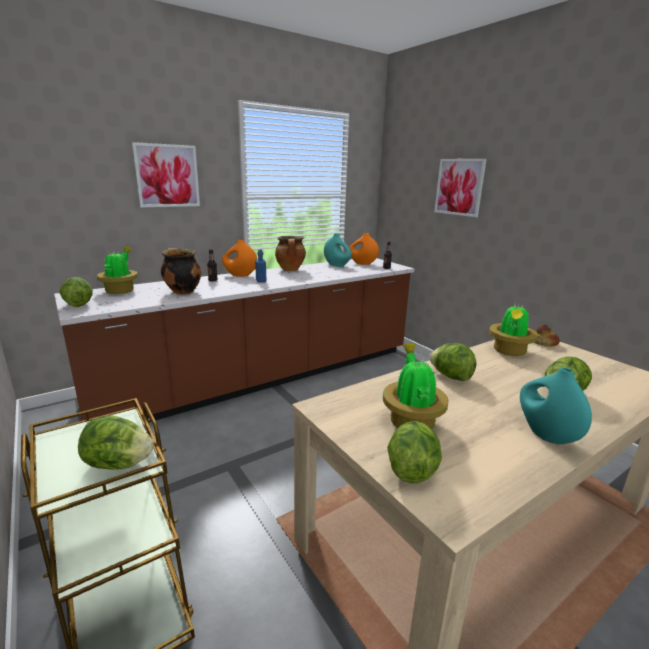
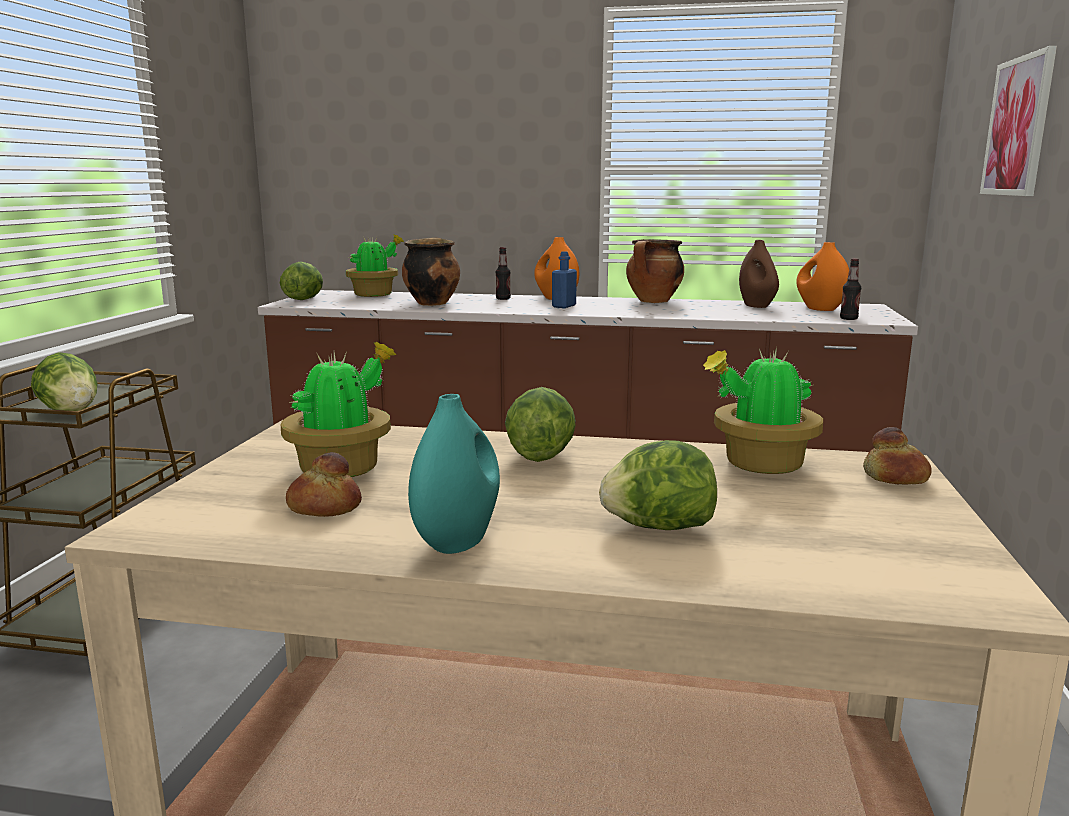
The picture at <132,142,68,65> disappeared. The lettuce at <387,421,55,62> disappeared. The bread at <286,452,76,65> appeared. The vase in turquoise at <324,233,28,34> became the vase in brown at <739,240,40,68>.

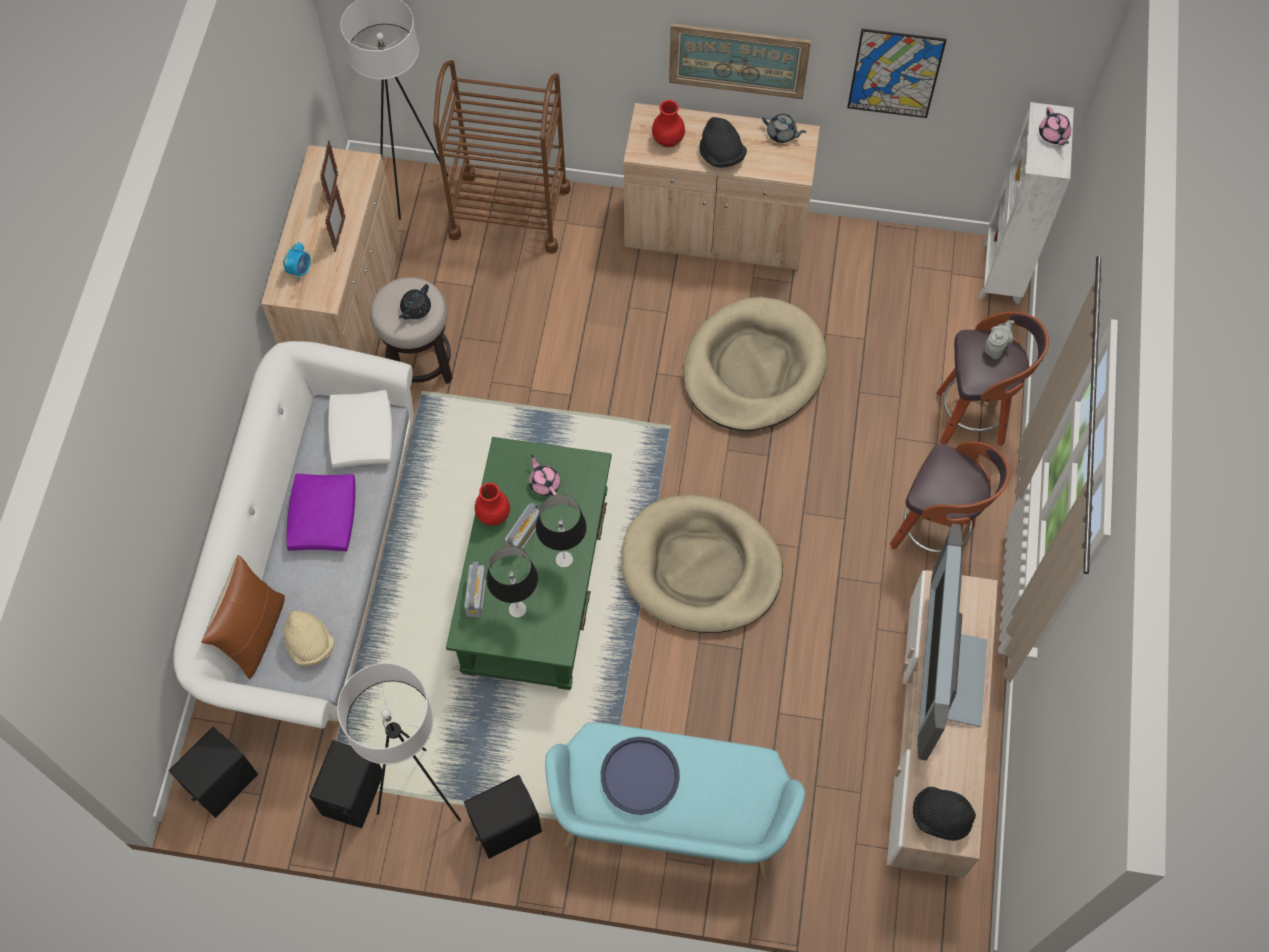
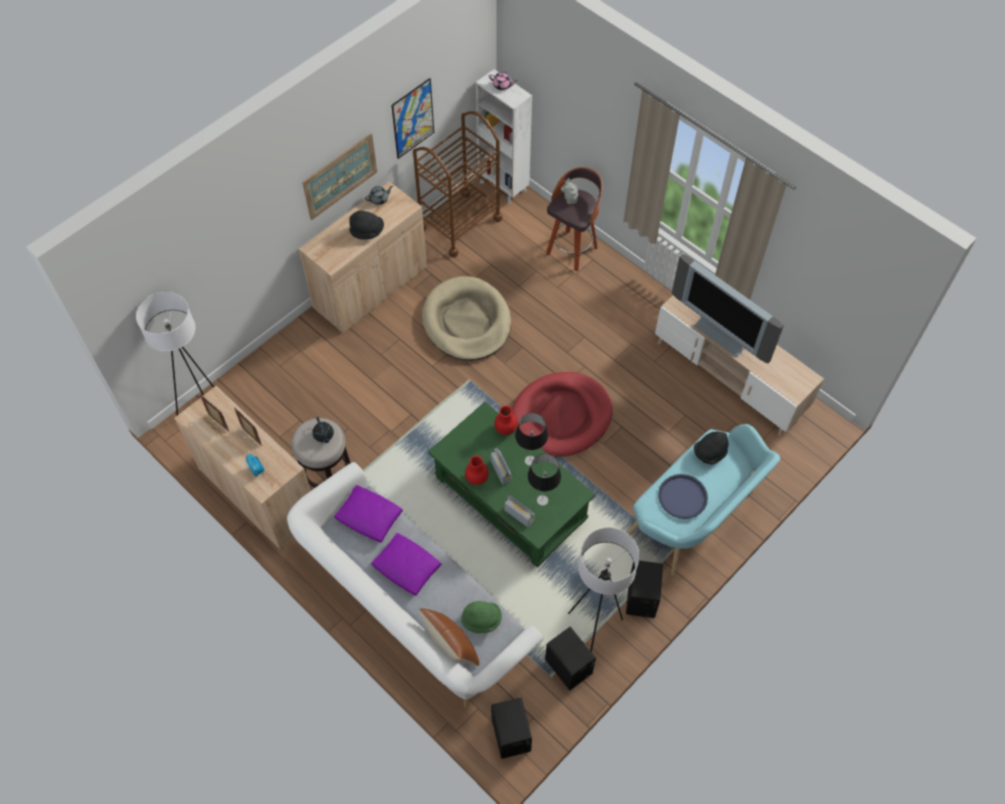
The teapot in pink at <529,454,32,42> disappeared. The stool at <890,441,120,112> disappeared. The cart in brown moved from <433,60,138,193> to <413,111,89,147>. The vase in red moved from <652,100,33,47> to <494,406,23,29>. The hat in black moved from <913,787,63,54> to <694,432,34,32>. The hat in beige at <284,611,50,55> became the hat in green at <461,601,41,33>. The pillow in white at <328,390,65,78> became the pillow in purple at <334,485,69,58>. The dog bed in beige at <621,495,162,138> became the dog bed in red at <512,372,101,85>.

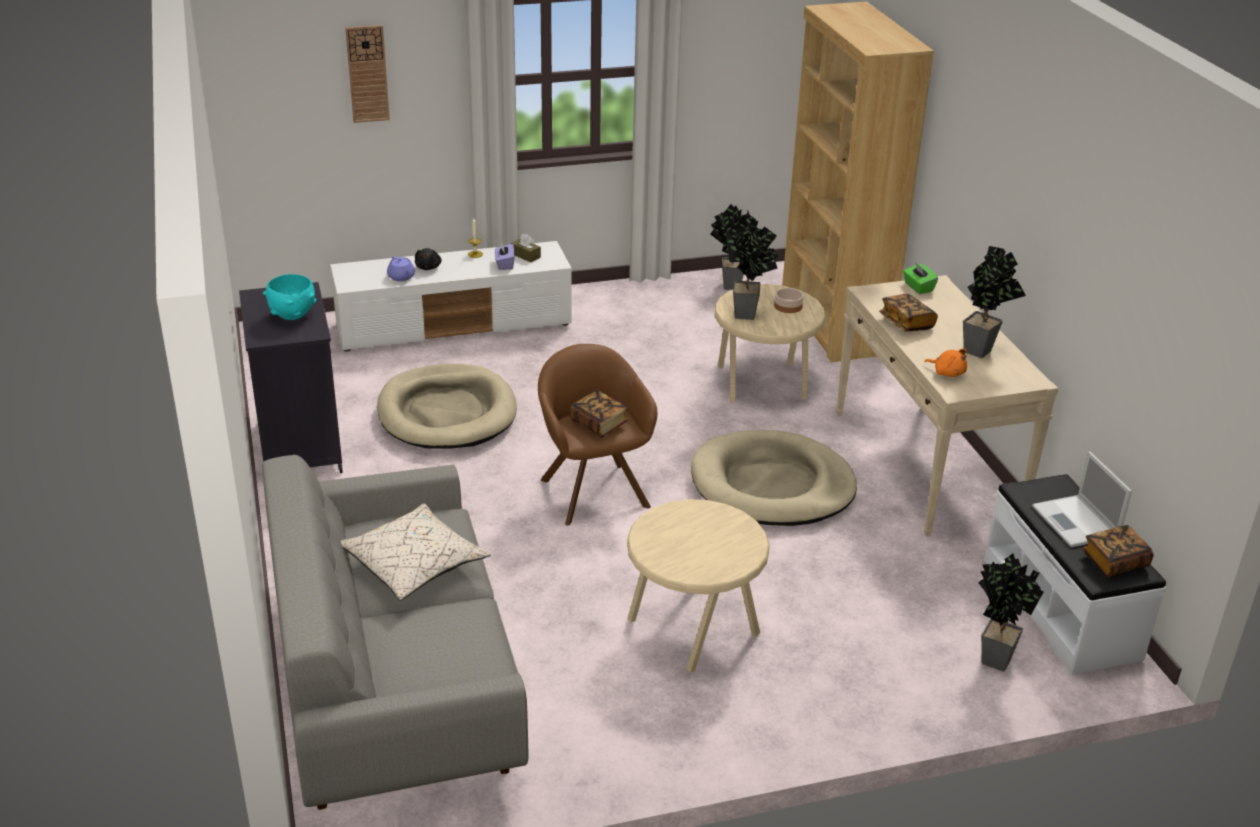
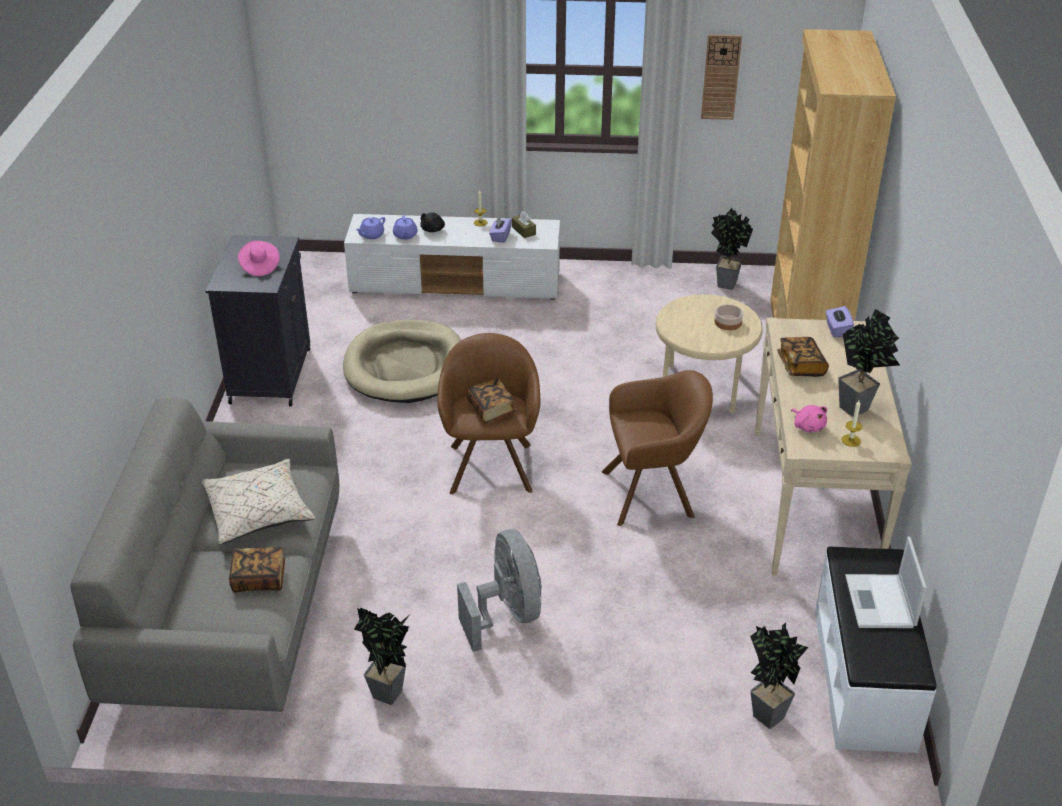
The teapot in purple at <356,217,29,22> appeared. The candle at <841,401,21,46> appeared. The wall clock moved from <345,25,45,98> to <701,35,41,85>. The potted plant moved from <725,226,53,94> to <354,608,55,97>. The book moved from <1082,525,72,53> to <229,547,56,46>. The bowl in turquoise at <263,274,54,46> was replaced by the hat in pink at <238,241,42,35>. The side table in beige at <627,499,143,173> was replaced by the fan in grey at <457,529,85,123>. The dog bed in beige at <691,430,166,96> was replaced by the armchair in brown at <602,370,111,156>. The tissue box in green at <903,263,35,31> became the tissue box in purple at <826,306,28,31>. The plush toy in orange at <925,349,42,28> became the plush toy in pink at <791,405,36,27>.

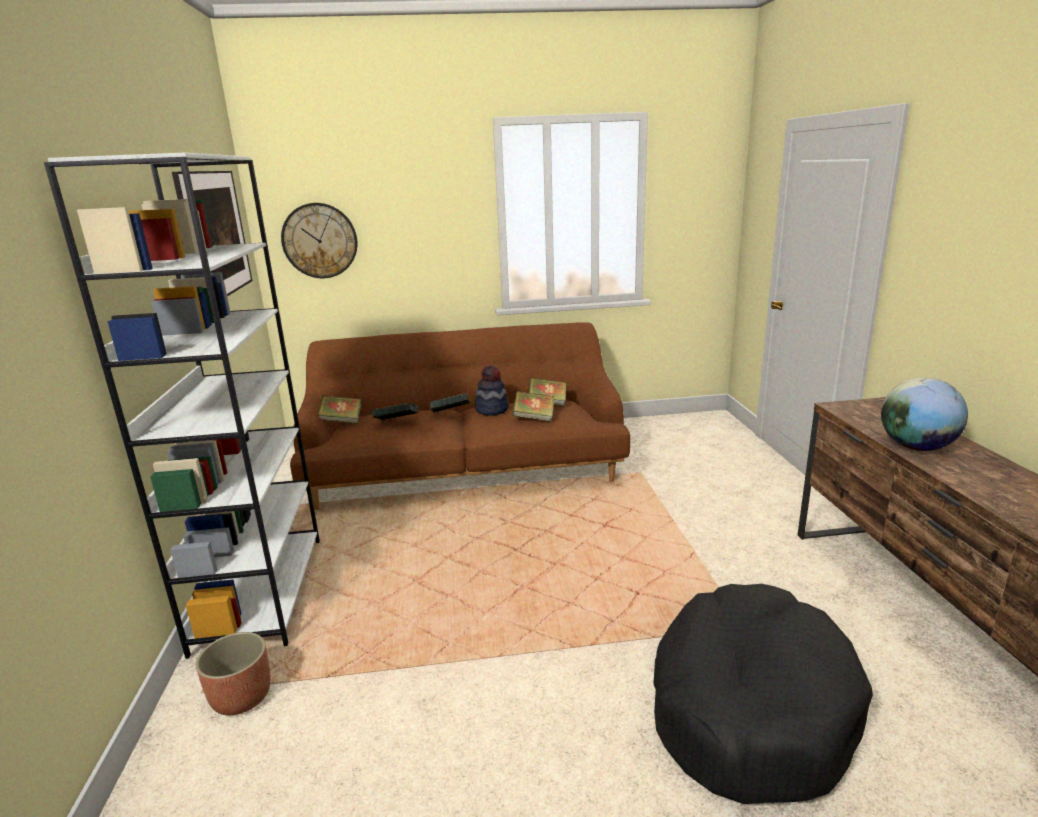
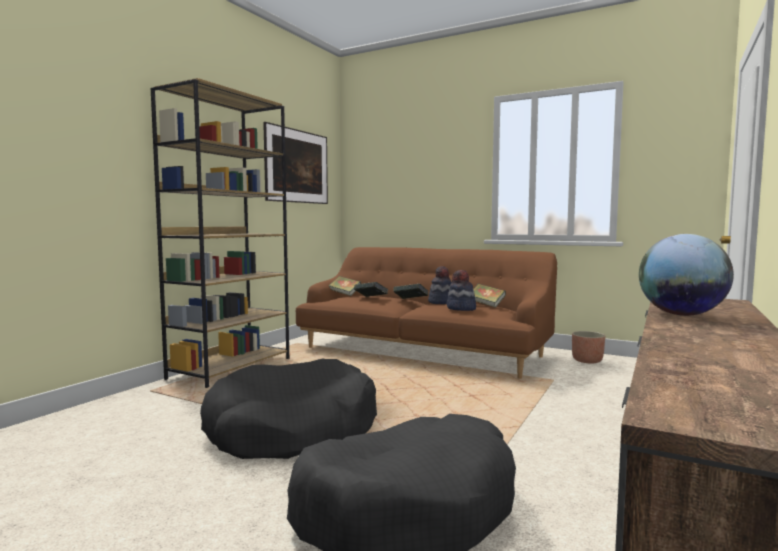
The wall clock at <281,203,76,75> disappeared. The dog bed in black at <200,359,177,100> appeared. The planter moved from <196,632,75,83> to <572,331,33,33>. The book at <512,391,42,30> was replaced by the hat at <447,270,29,41>. The bookcase in white at <44,153,276,506> became the bookcase in brown at <151,78,138,310>.

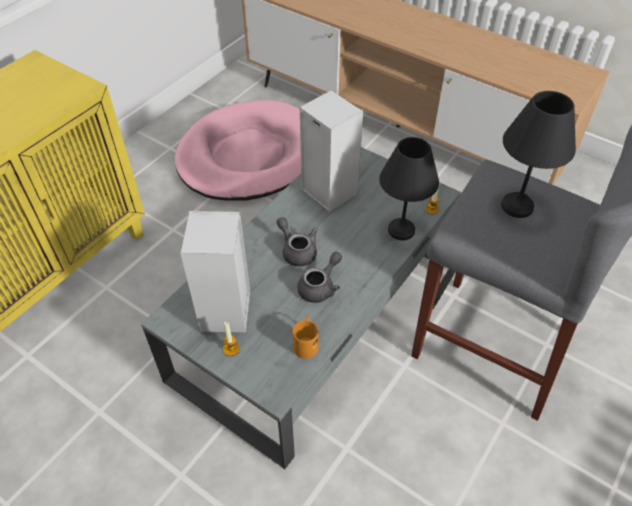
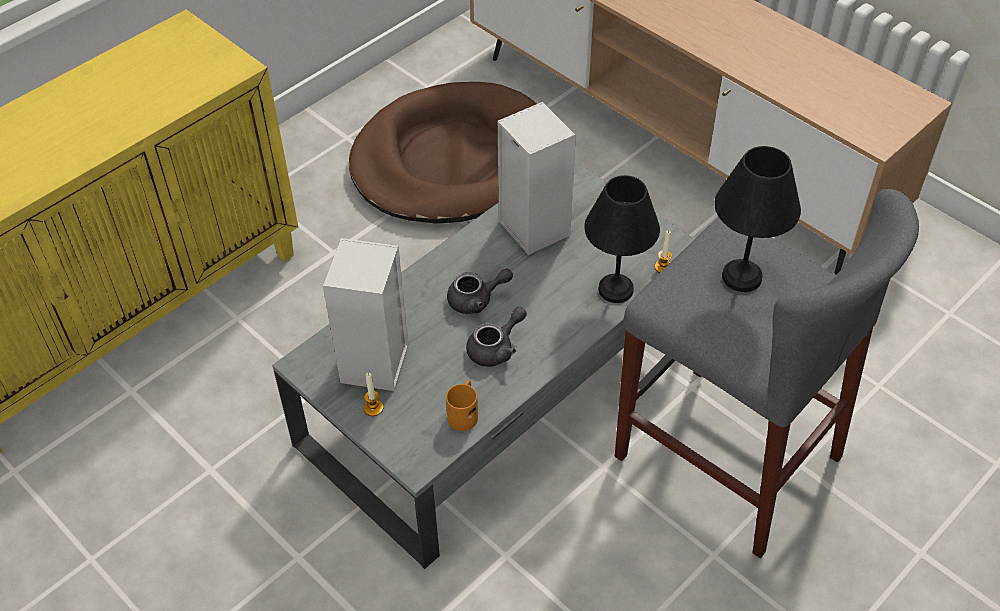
The dog bed in pink at <175,100,126,101> became the dog bed in brown at <349,82,188,142>. The teapot in grey at <277,217,40,49> turned 105 degrees clockwise.

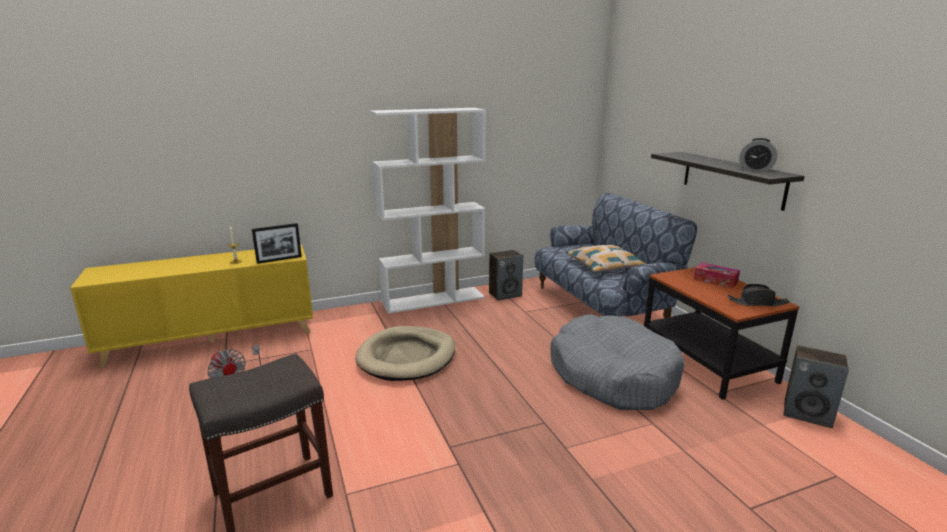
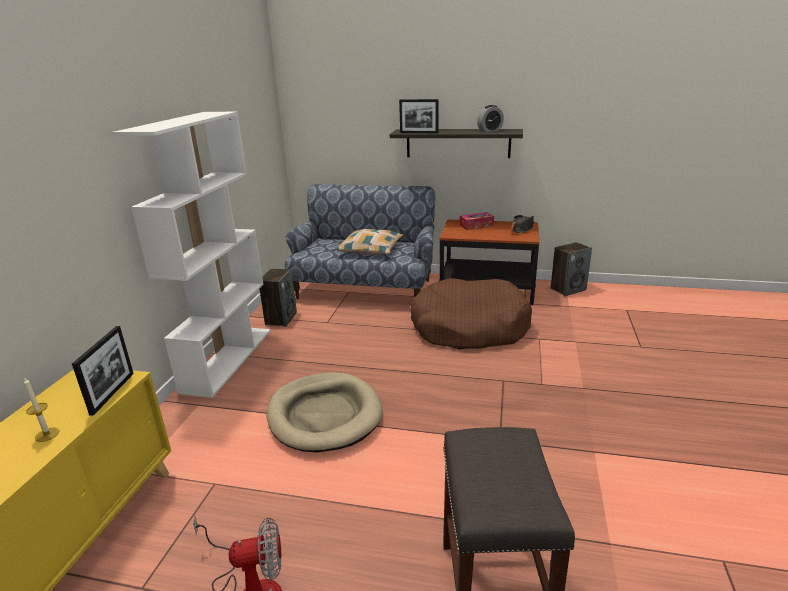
The picture frame at <399,99,40,34> appeared. The dog bed in grey at <550,314,135,96> became the dog bed in brown at <410,278,122,72>.

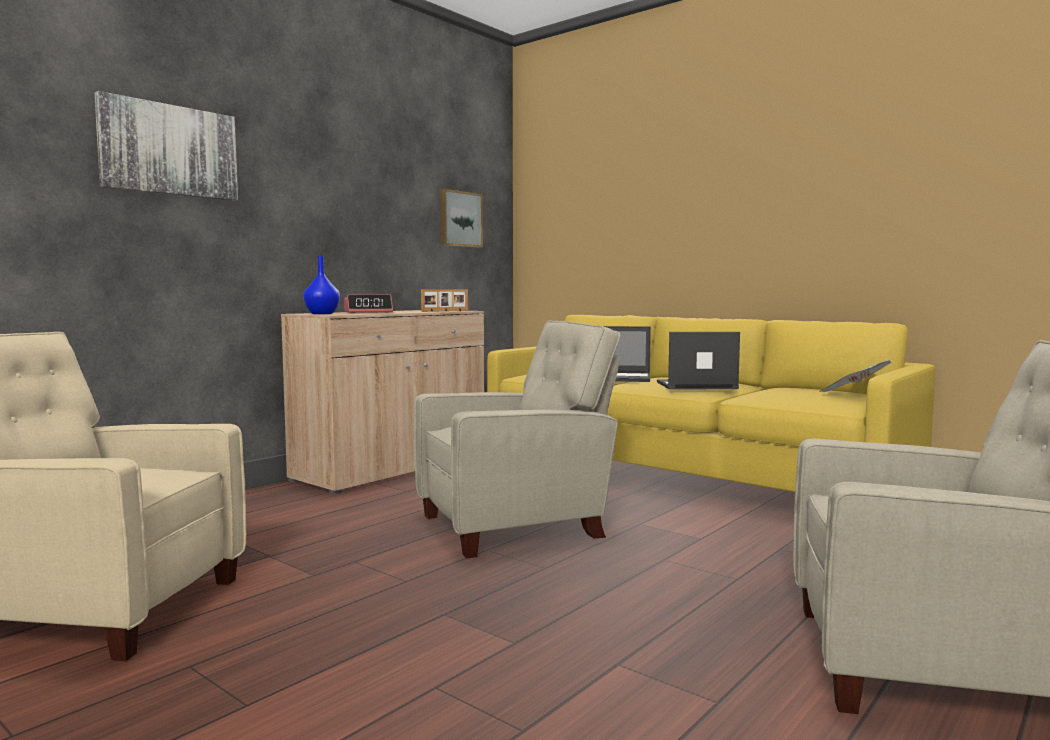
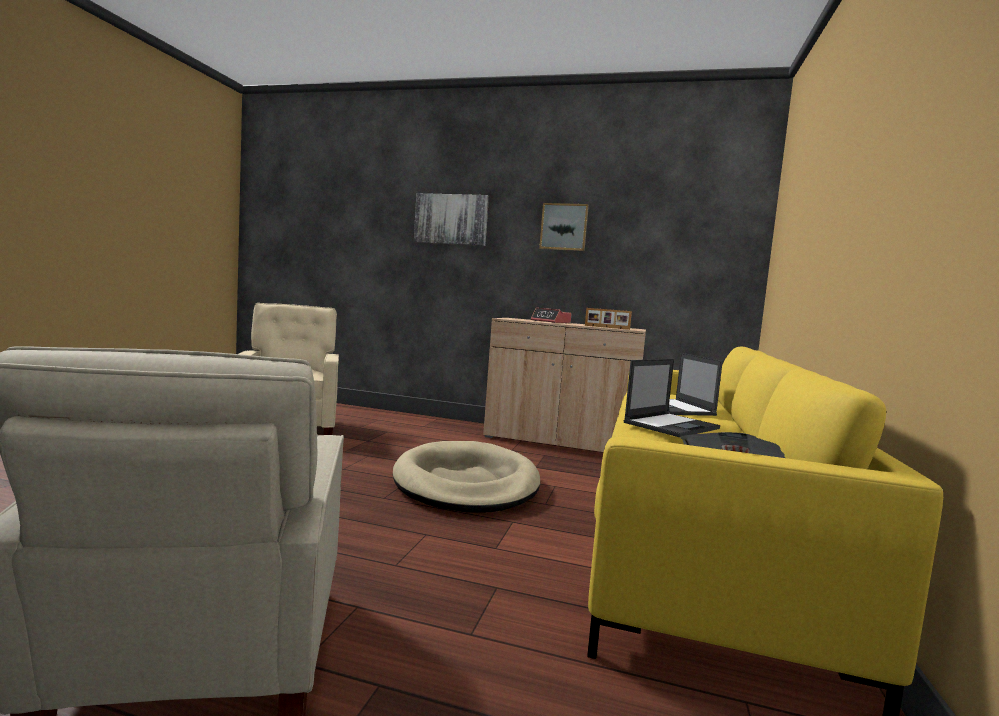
The vase in blue at <303,256,37,58> disappeared. The picture moved from <440,189,43,58> to <539,203,50,48>. The armchair in beige at <414,320,207,238> was replaced by the dog bed in beige at <393,441,147,72>. The laptop at <657,332,83,58> turned 75 degrees clockwise.

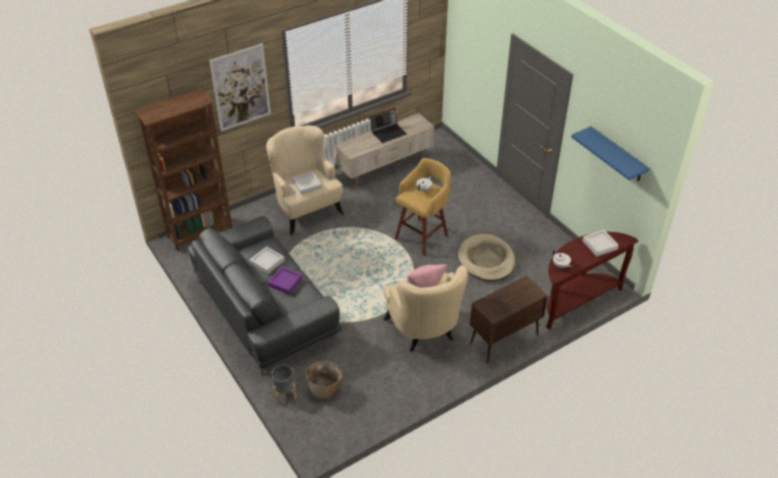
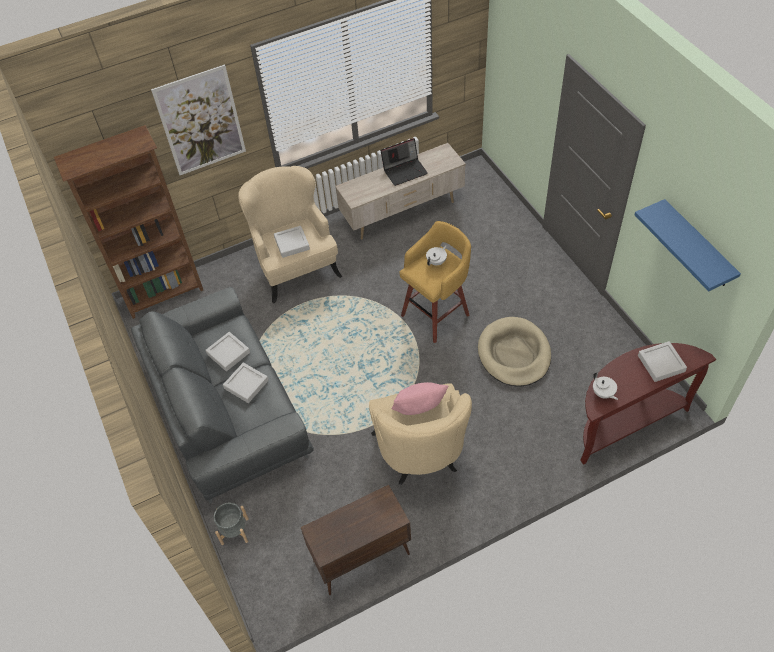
The basket at <305,361,38,38> disappeared. The cabinet in brown moved from <470,276,78,87> to <301,485,110,110>. The tray in purple at <268,266,35,28> became the tray in grey at <223,362,46,41>.

